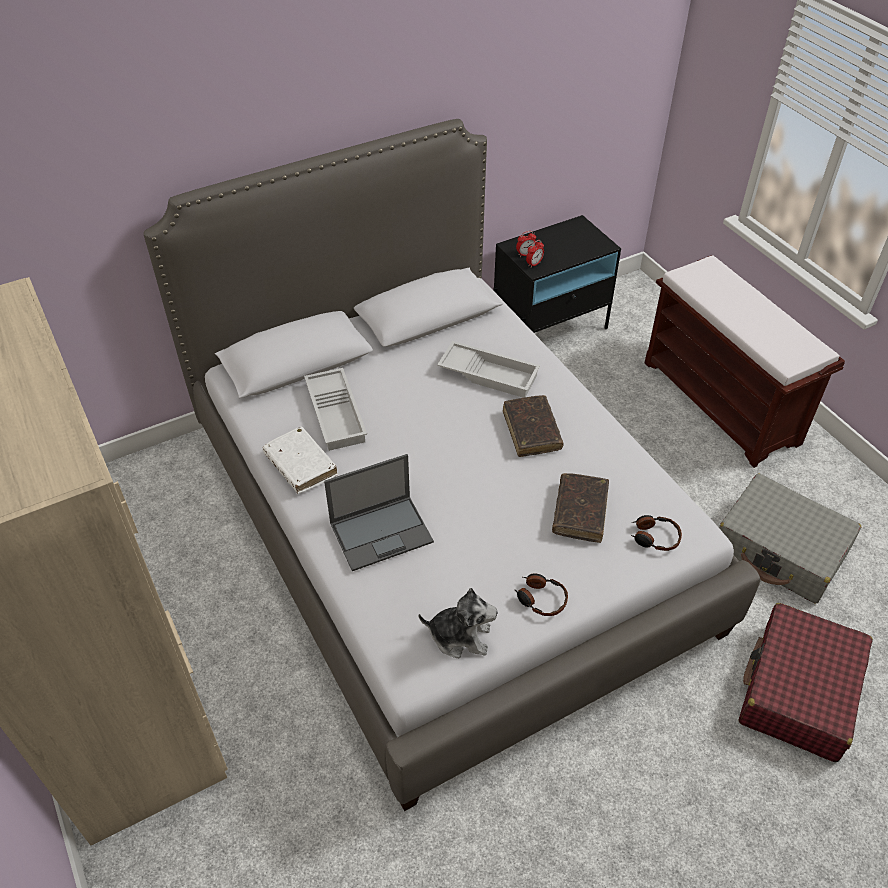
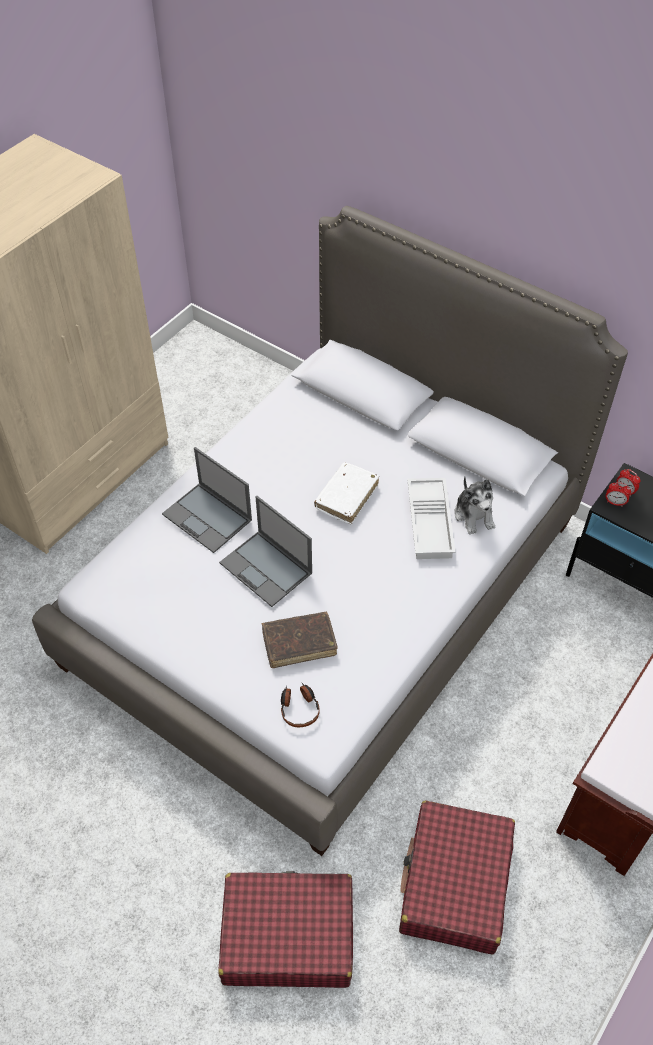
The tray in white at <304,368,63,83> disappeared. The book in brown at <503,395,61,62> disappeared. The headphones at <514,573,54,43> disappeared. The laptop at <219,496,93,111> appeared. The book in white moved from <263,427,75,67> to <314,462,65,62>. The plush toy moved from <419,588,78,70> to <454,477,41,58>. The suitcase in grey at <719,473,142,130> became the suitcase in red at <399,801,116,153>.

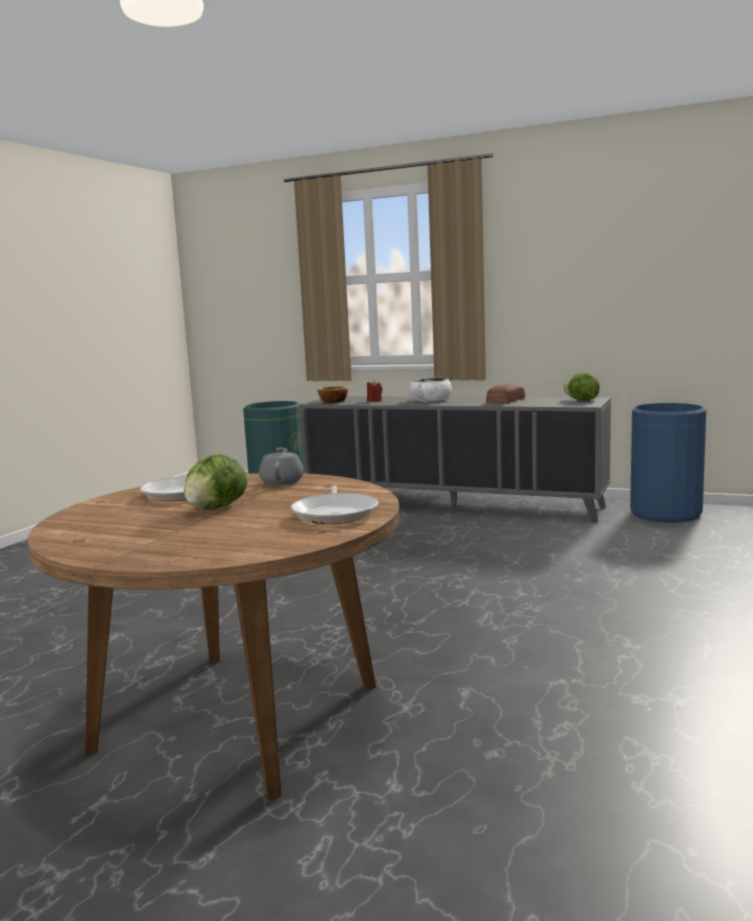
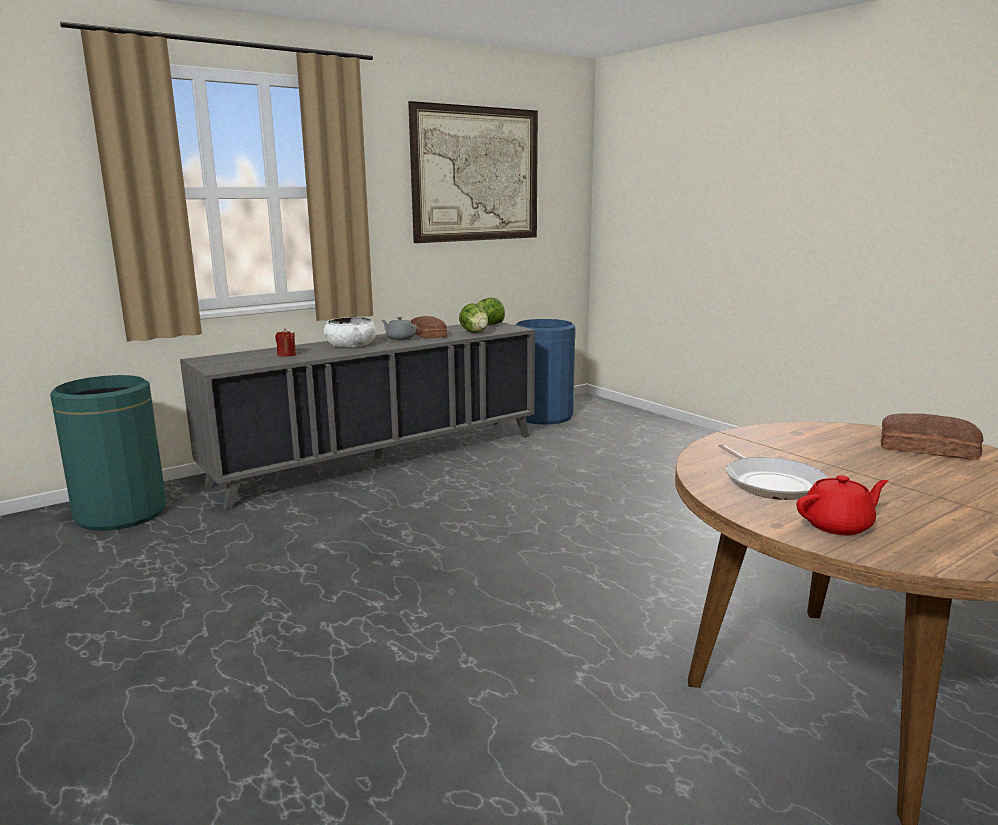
The bowl at <318,386,30,17> disappeared. The picture at <408,101,130,142> appeared. The teapot in red at <797,475,91,60> appeared. The lettuce moved from <184,454,63,56> to <459,303,29,30>. The teapot in grey moved from <259,447,45,38> to <382,317,36,24>. The frying pan at <291,485,88,39> was replaced by the bread at <881,413,103,47>.

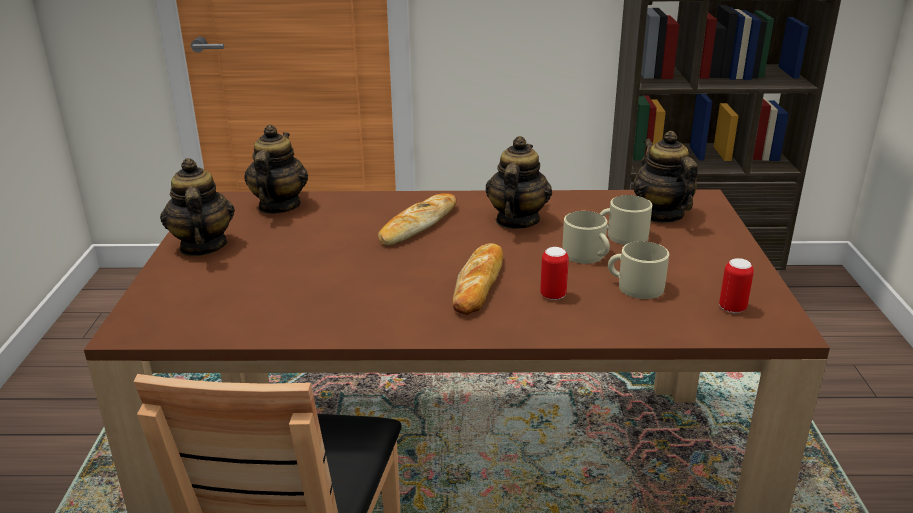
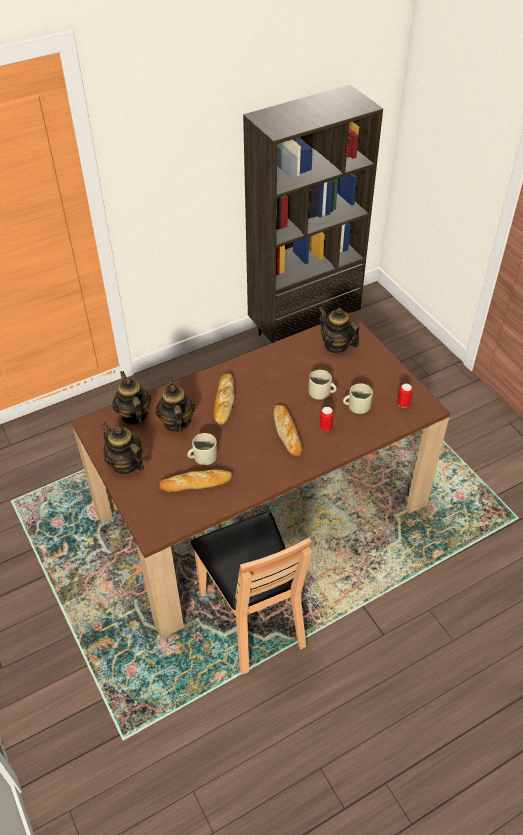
The bread at <159,470,73,23> appeared. The teapot moved from <486,136,66,93> to <155,377,40,56>. The mug in beige moved from <600,195,52,50> to <187,433,30,32>.

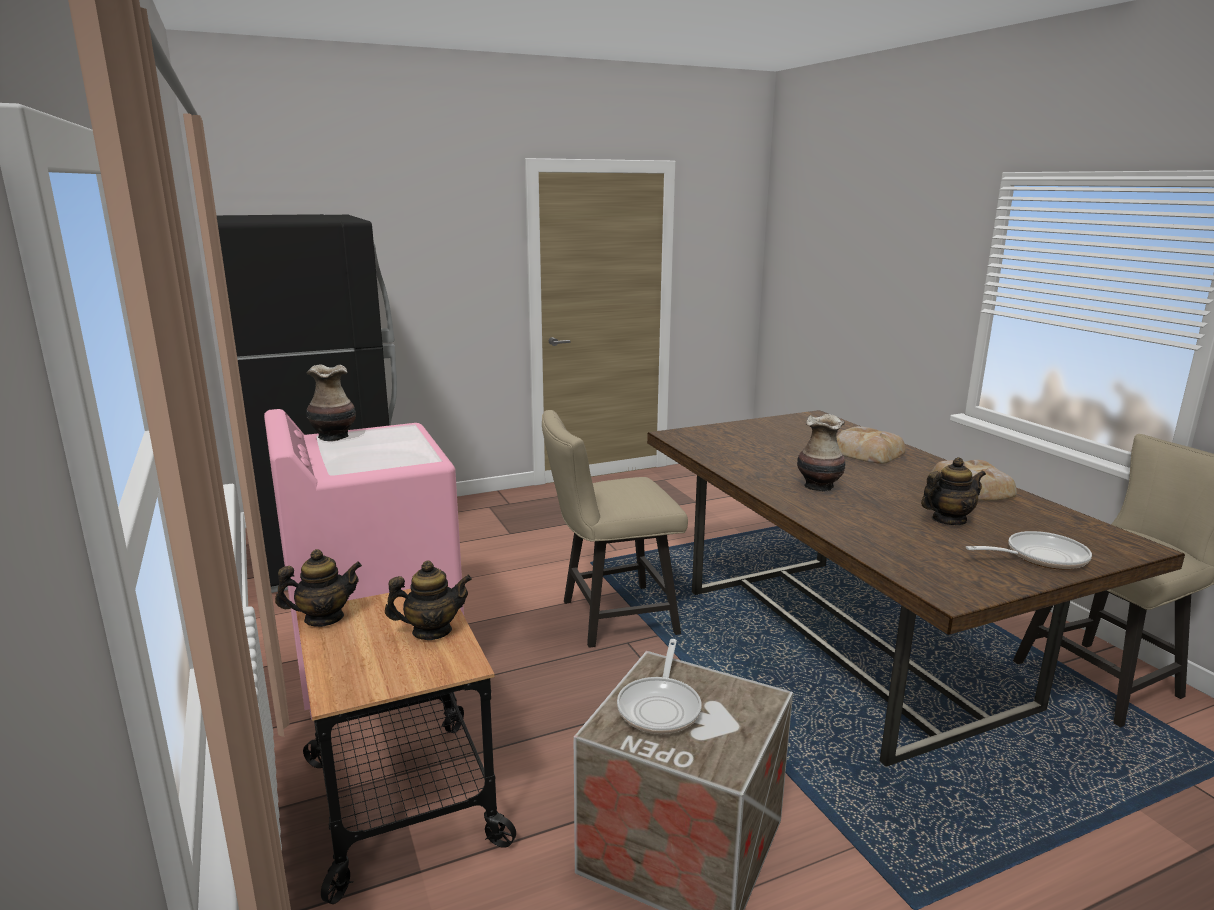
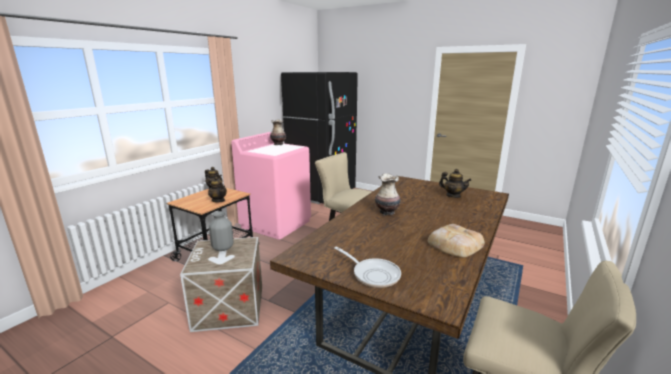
The bread at <837,426,69,38> disappeared. The teapot moved from <921,457,65,68> to <439,169,33,29>. The frying pan at <617,639,84,95> was replaced by the vase in grey at <209,211,25,40>.

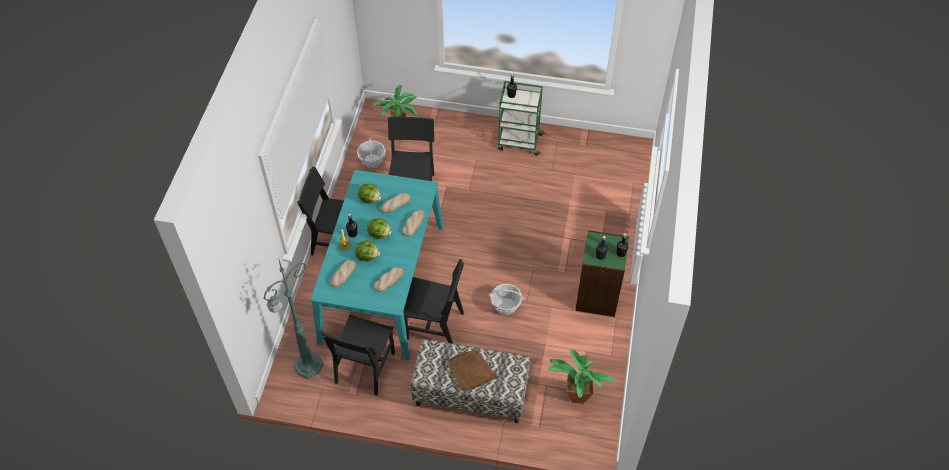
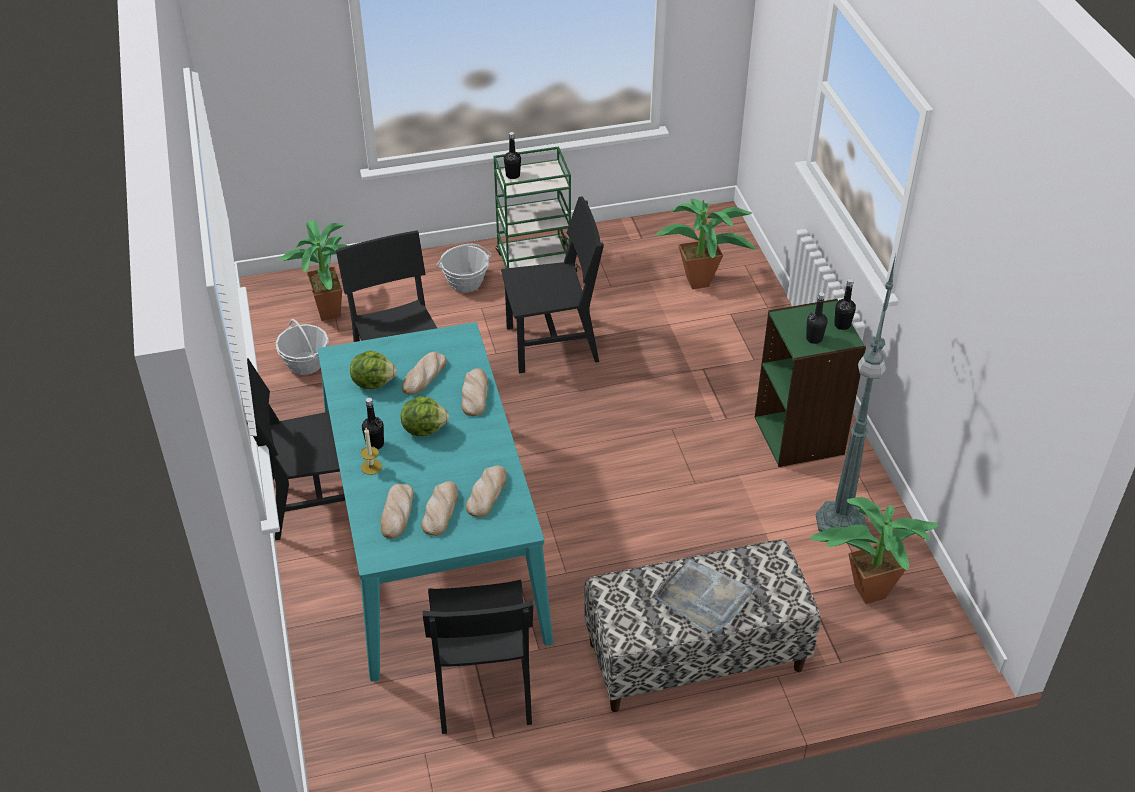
The lettuce at <355,240,25,22> disappeared. The bread at <422,481,36,55> appeared. The potted plant at <655,198,102,91> appeared. The floor lamp in green moved from <264,260,60,119> to <816,254,80,278>. The chair in black moved from <403,259,61,84> to <501,197,103,176>. The basket moved from <488,284,37,31> to <436,244,56,48>. The tray in brown at <447,349,51,42> became the tray in grey at <654,560,103,72>.

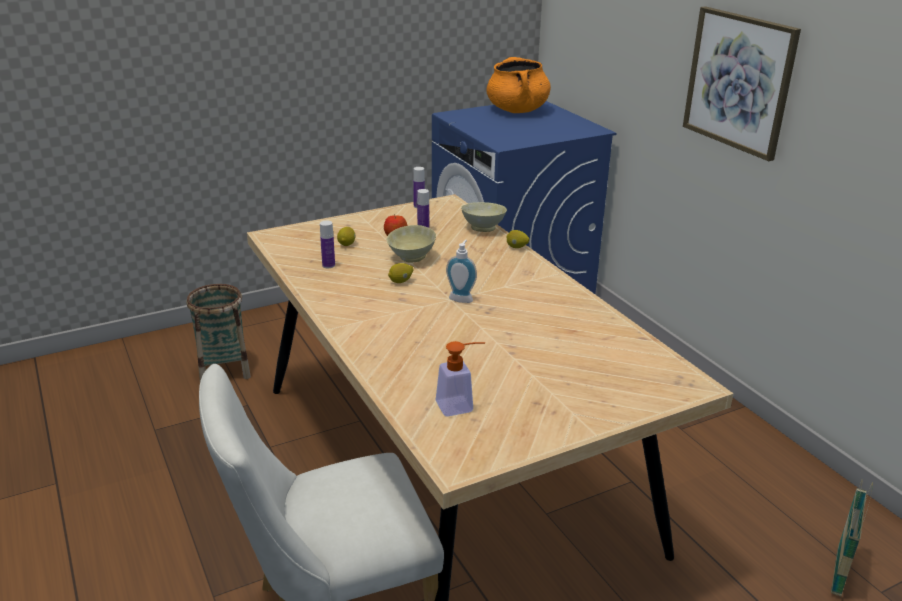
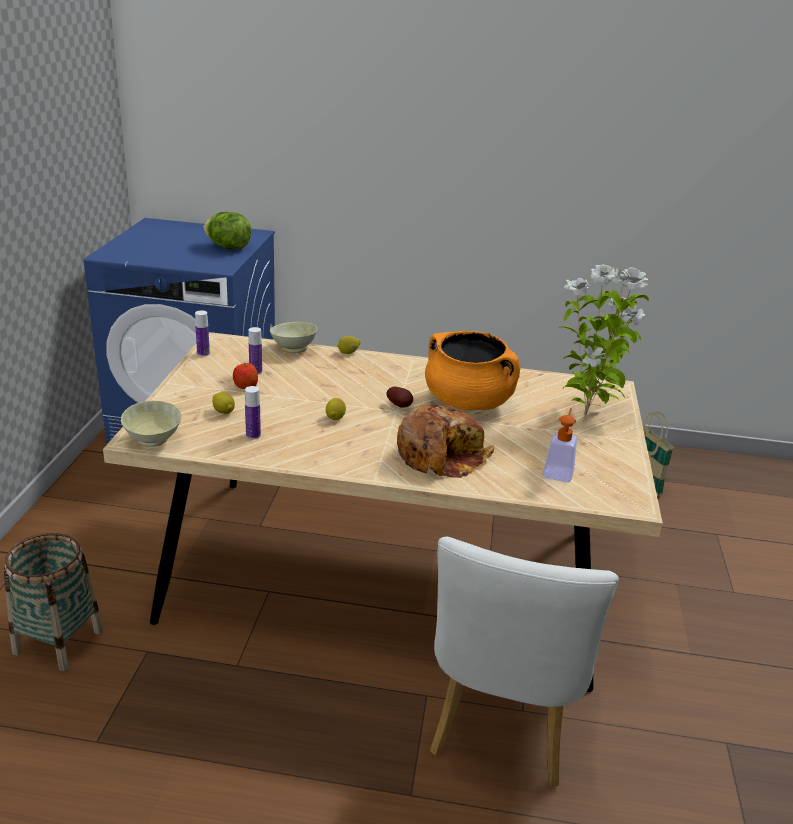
The picture at <683,6,118,155> disappeared. The lettuce at <203,212,49,37> appeared. The bread at <397,405,97,73> appeared. The potted plant at <560,264,89,152> appeared. The bowl in beige moved from <387,225,49,37> to <121,401,61,46>. The cooking pot in orange moved from <486,57,65,56> to <425,331,95,79>. The soap dispenser at <446,240,31,63> was replaced by the potato at <386,386,27,22>.

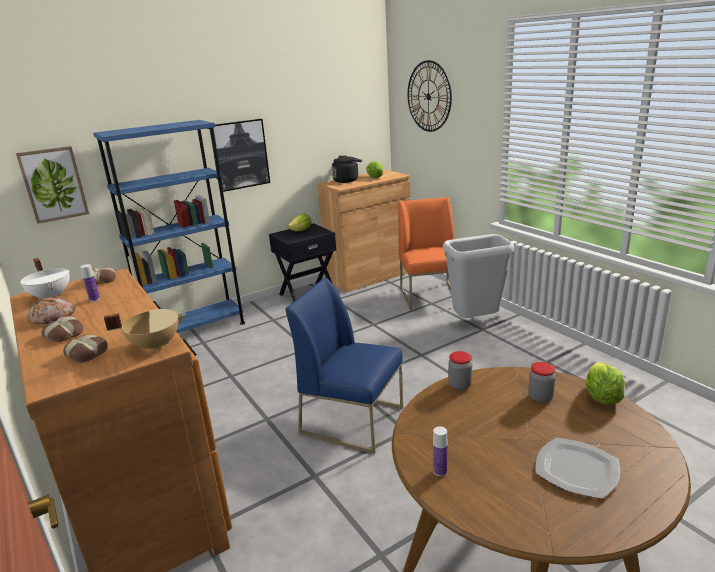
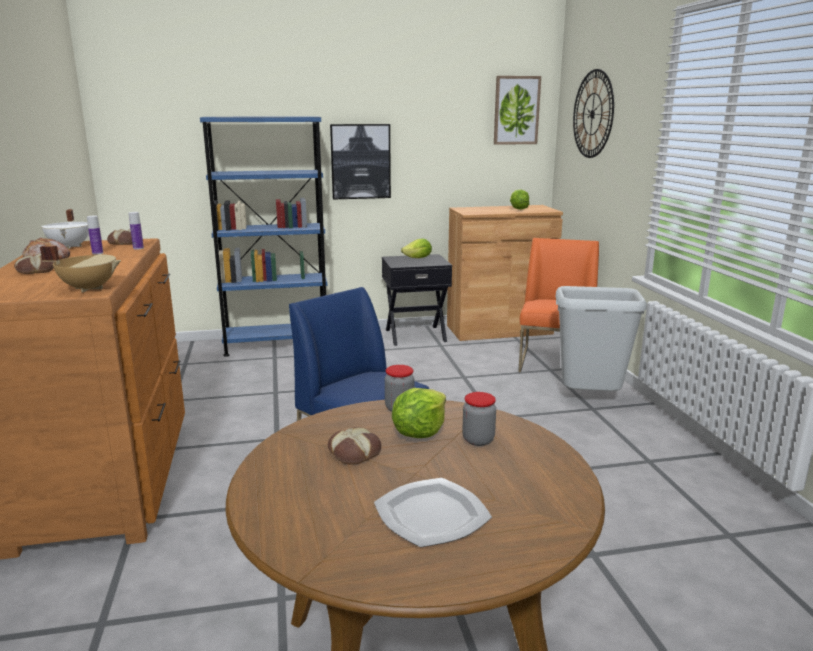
The kettle in black at <332,155,30,28> disappeared. The picture moved from <16,146,73,78> to <494,76,47,69>. The bread moved from <63,334,45,29> to <328,427,53,38>. The bottle moved from <433,426,15,51> to <129,212,15,38>. The lettuce moved from <585,362,40,43> to <392,388,54,50>.

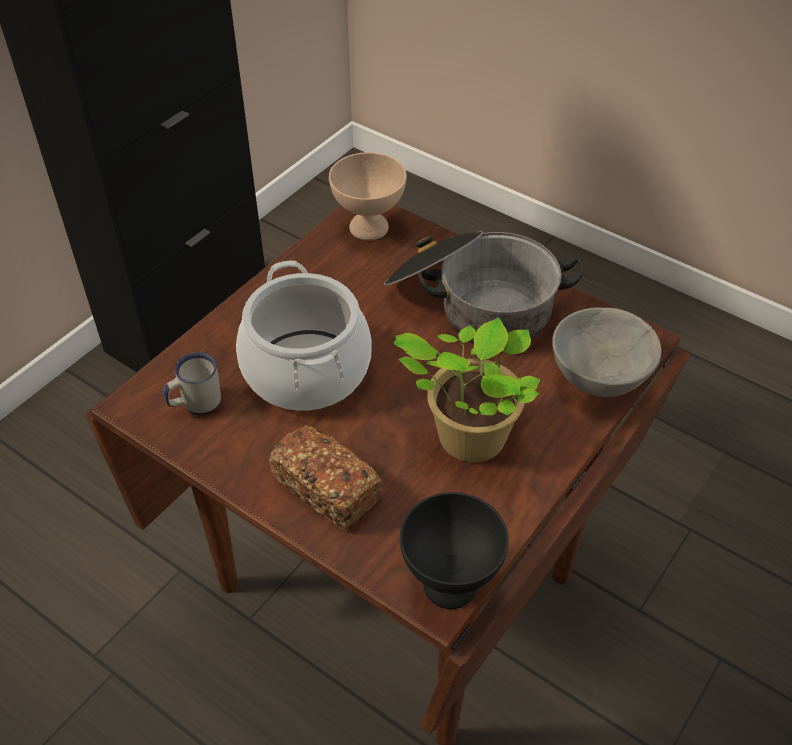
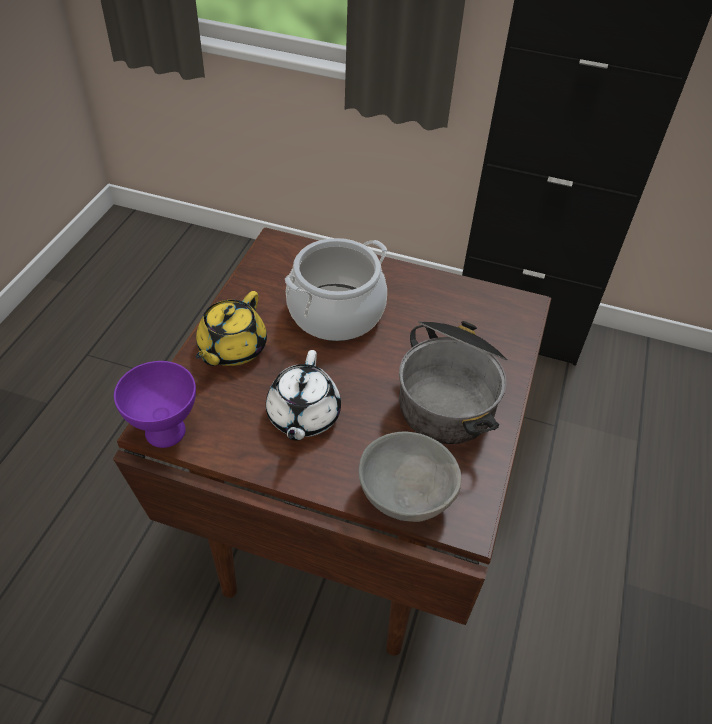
The mug in white at <163,352,58,63> disappeared. The bowl in beige at <329,152,78,89> disappeared. The bread at <269,425,113,106> was replaced by the teapot in yellow at <196,291,71,75>. The potted plant at <394,317,146,145> was replaced by the teapot in white at <266,350,75,91>. The bowl in black at <400,492,109,117> became the bowl in purple at <114,361,82,87>.

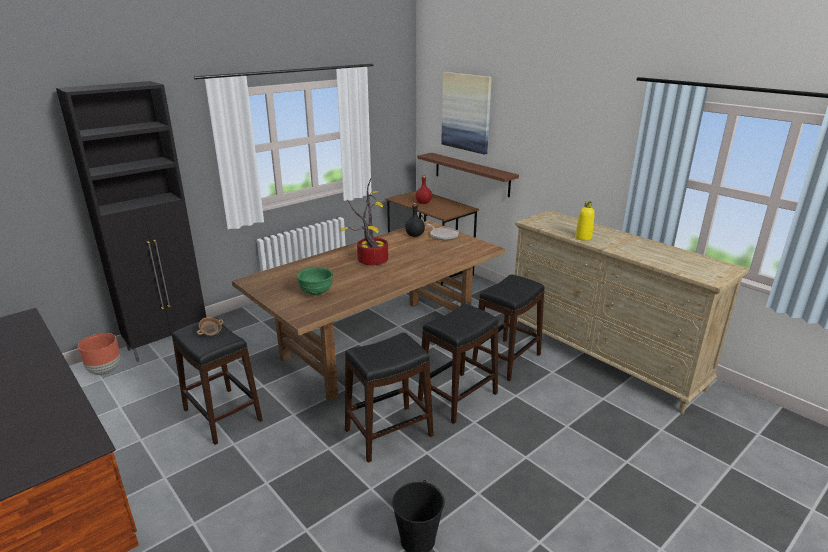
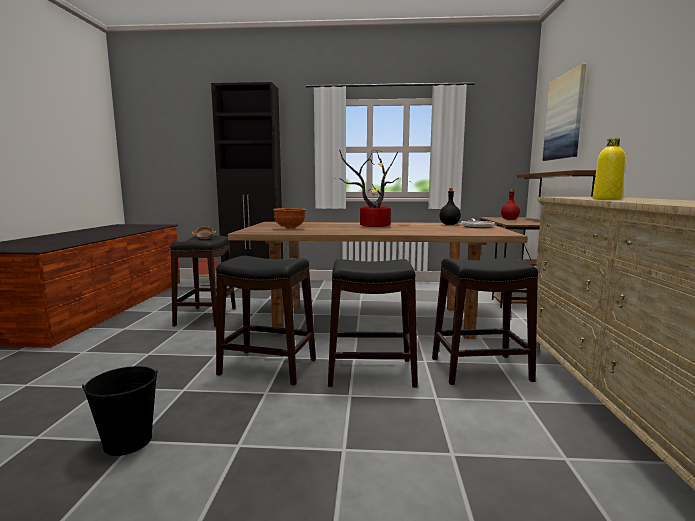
The bowl in green at <297,267,36,28> became the bowl in brown at <273,208,33,21>.

